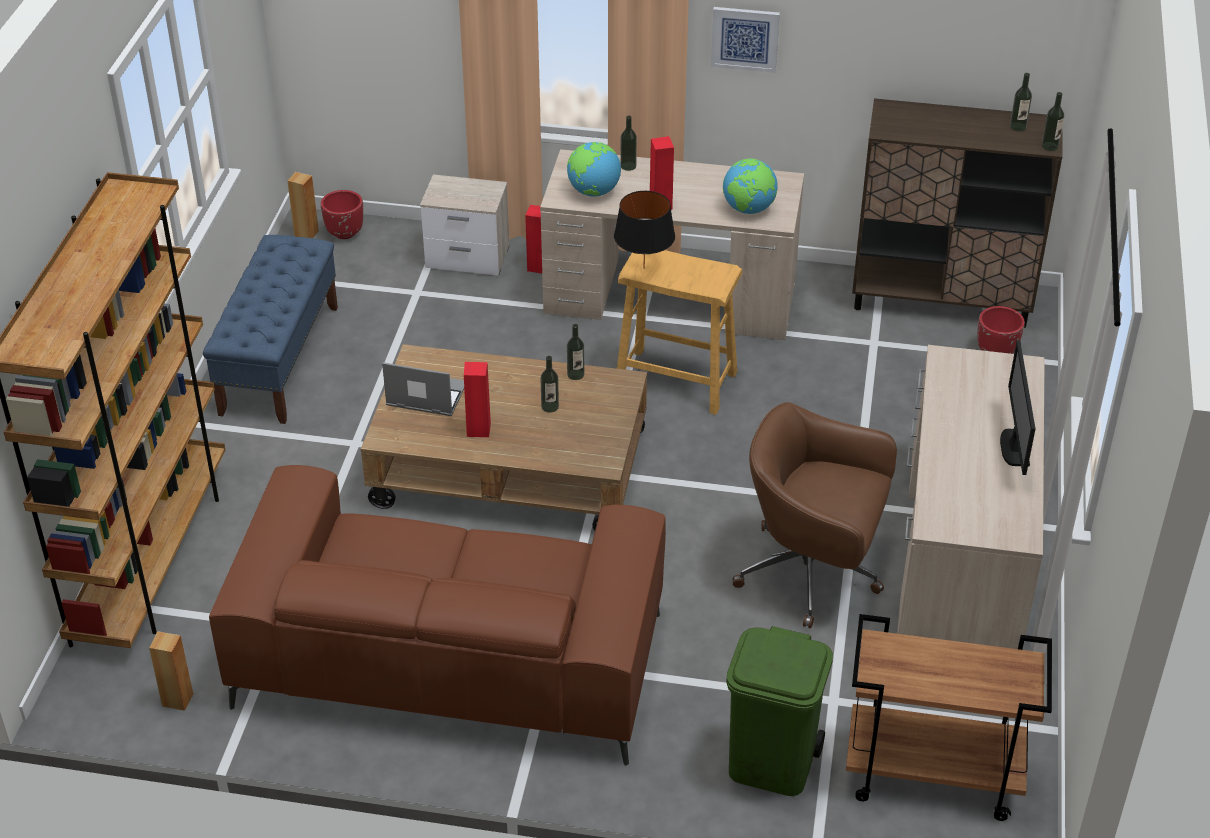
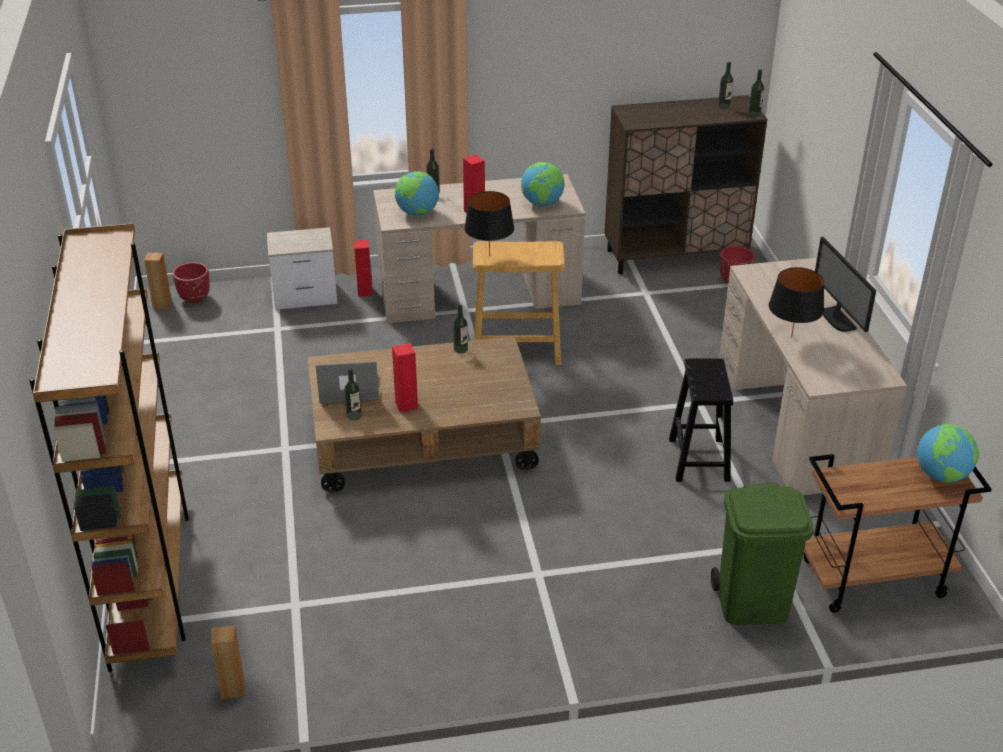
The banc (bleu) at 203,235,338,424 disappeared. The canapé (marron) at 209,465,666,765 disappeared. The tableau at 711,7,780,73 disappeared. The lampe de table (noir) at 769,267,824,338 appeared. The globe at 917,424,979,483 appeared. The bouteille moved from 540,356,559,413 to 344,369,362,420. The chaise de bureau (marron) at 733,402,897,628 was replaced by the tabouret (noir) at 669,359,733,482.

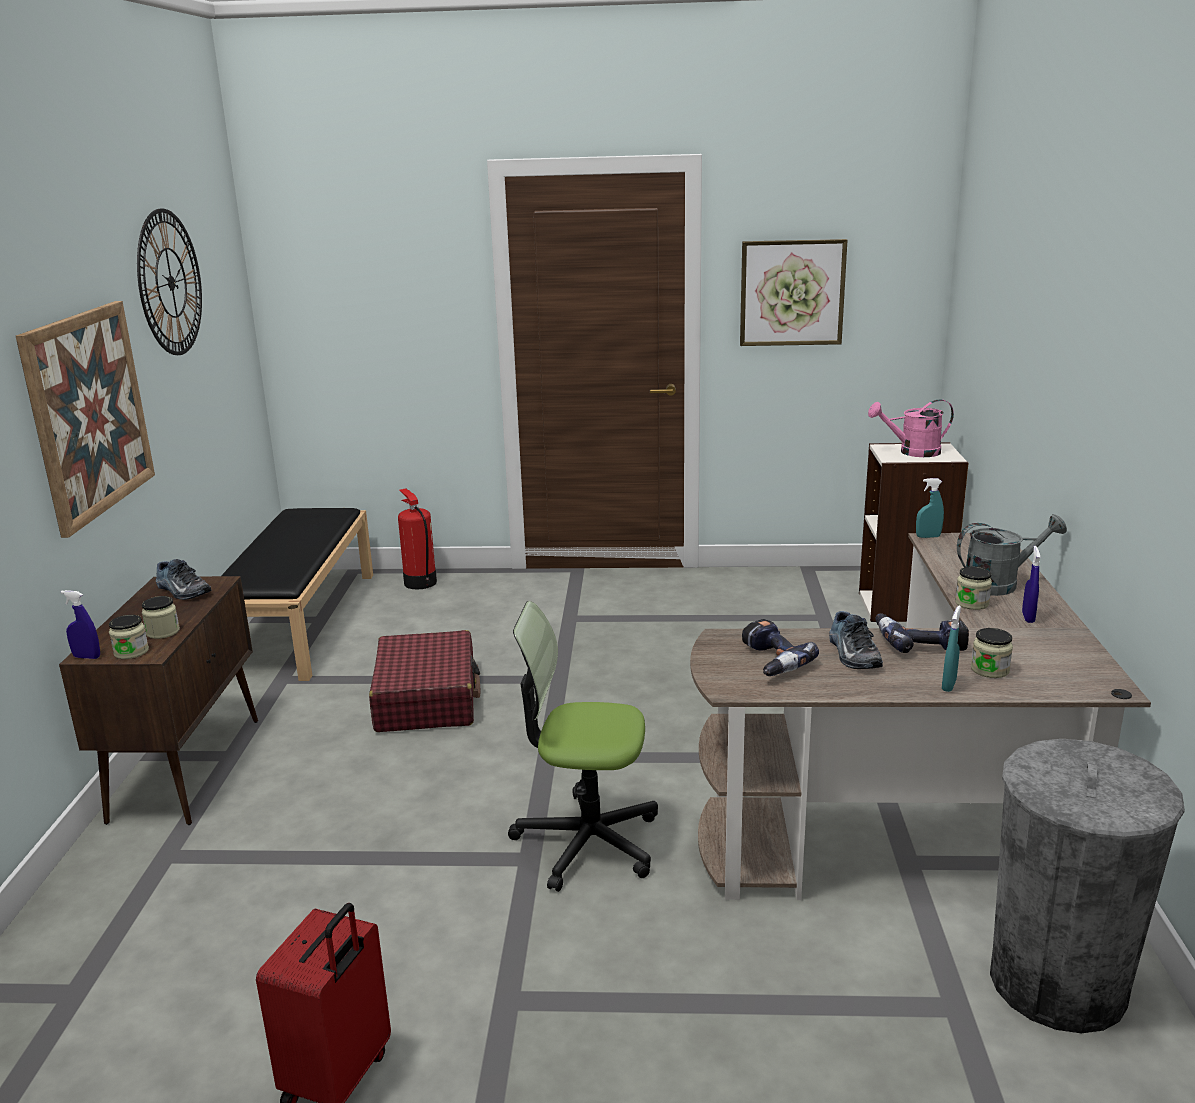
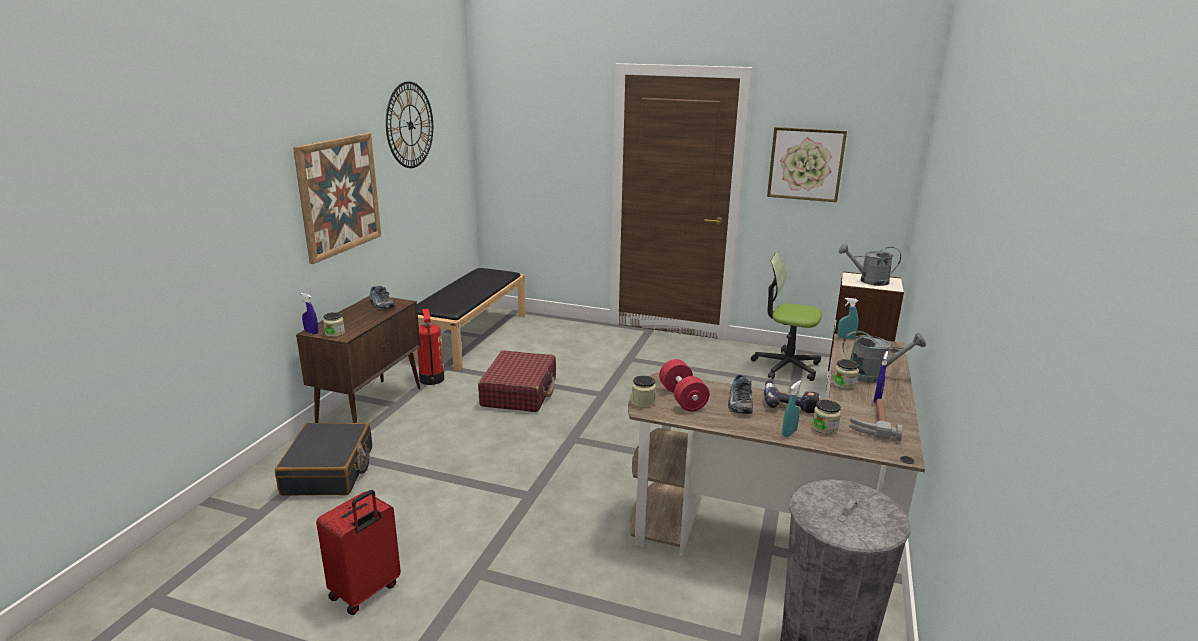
The valise (noir) at 275,422,372,495 appeared. The marteau at 849,399,903,441 appeared. The bocal moved from 142,596,180,639 to 631,375,656,408. The extincteur moved from 398,488,437,589 to 417,309,444,385. The chaise de bureau moved from 508,601,658,892 to 751,253,822,381. The perceuse at 742,619,819,676 was replaced by the haltère (rouge) at 659,359,709,411. The arrosoir (rose) at 868,399,954,457 became the arrosoir (gris) at 839,244,901,286.

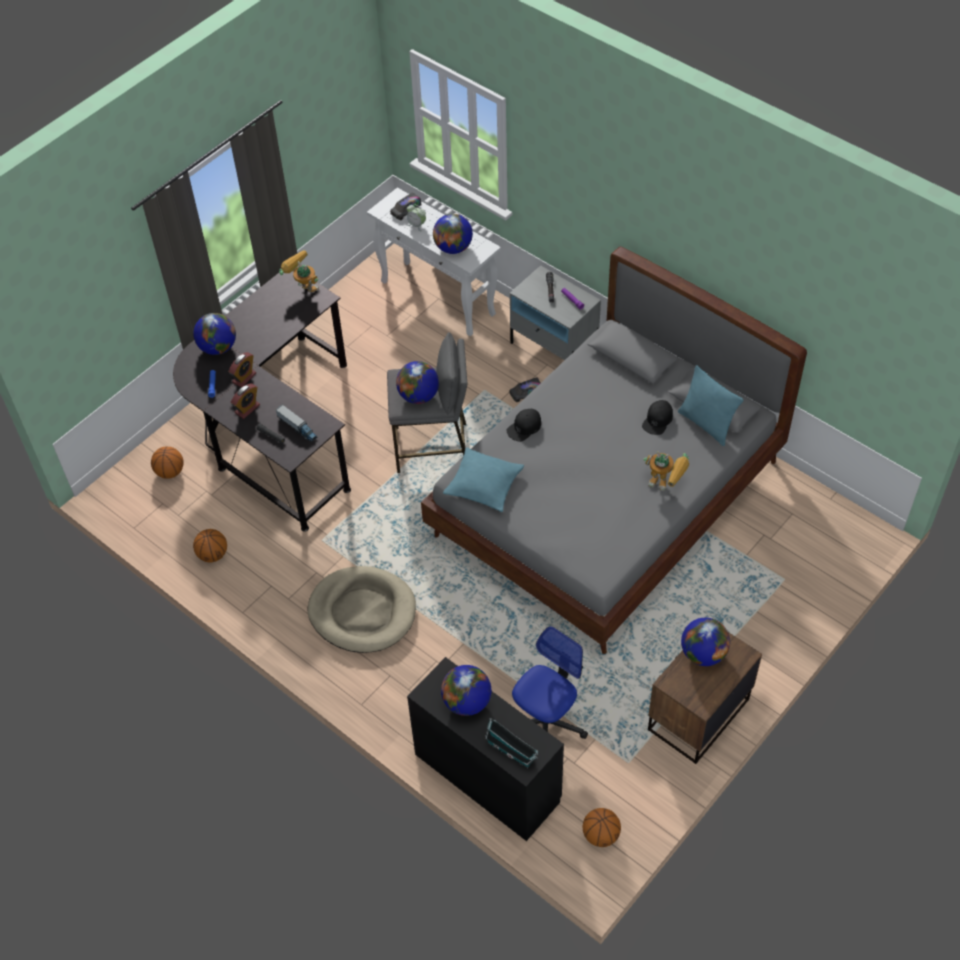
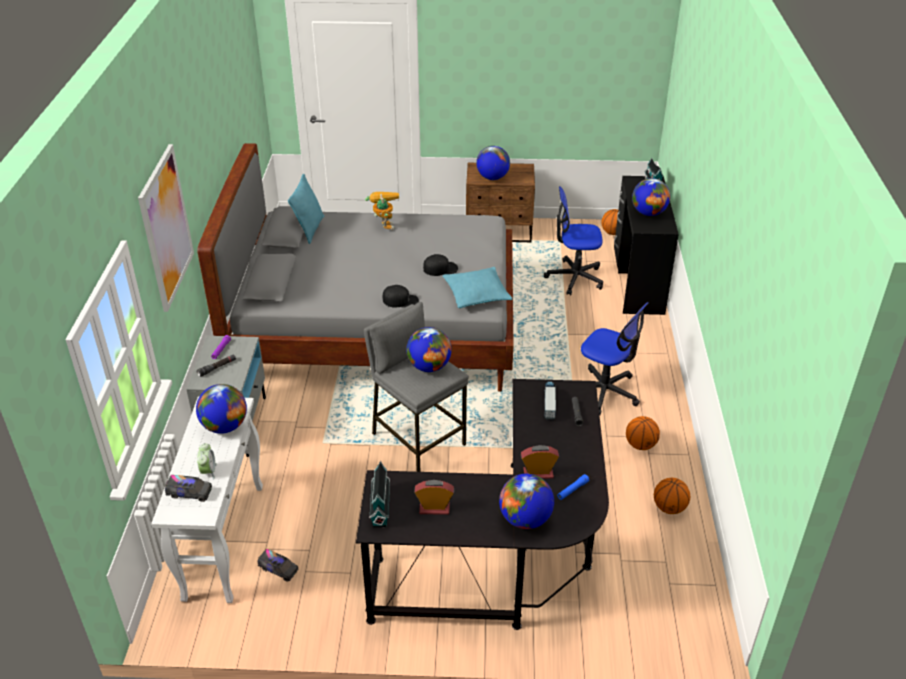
The tableau at 138,144,194,312 appeared. The ballon de basket moved from 151,446,184,479 to 626,416,660,450. The réveil moved from 231,383,260,419 to 414,480,454,515. The camion jouet moved from 509,377,541,402 to 258,549,298,582. The casquette (noir) moved from 642,400,673,435 to 423,254,458,276. The robot jouet at 279,250,319,292 was replaced by the maison miniature at 369,460,390,528. The panier pour chien (beige) at 307,566,416,653 was replaced by the chaise de bureau at 581,302,649,415.

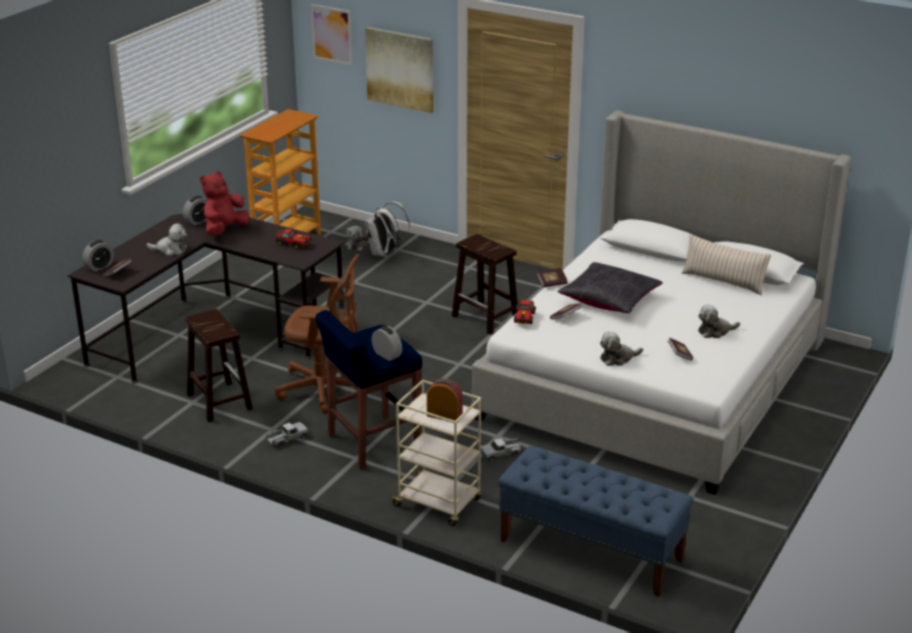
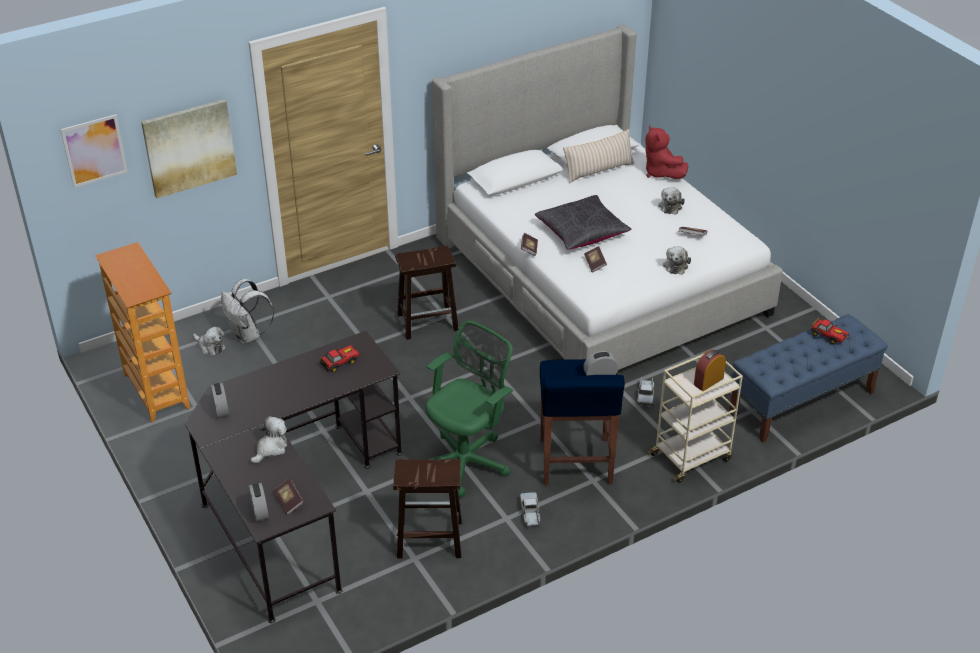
The peluche (rouge) moved from 200,171,250,236 to 645,125,688,179. The petite voiture moved from 514,300,536,324 to 811,318,849,344. The chaise de bureau (marron) at 275,254,360,414 became the chaise de bureau (vert) at 425,320,513,498.

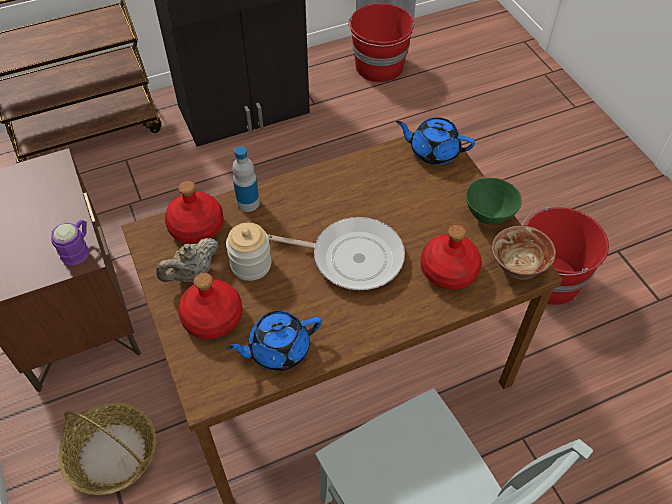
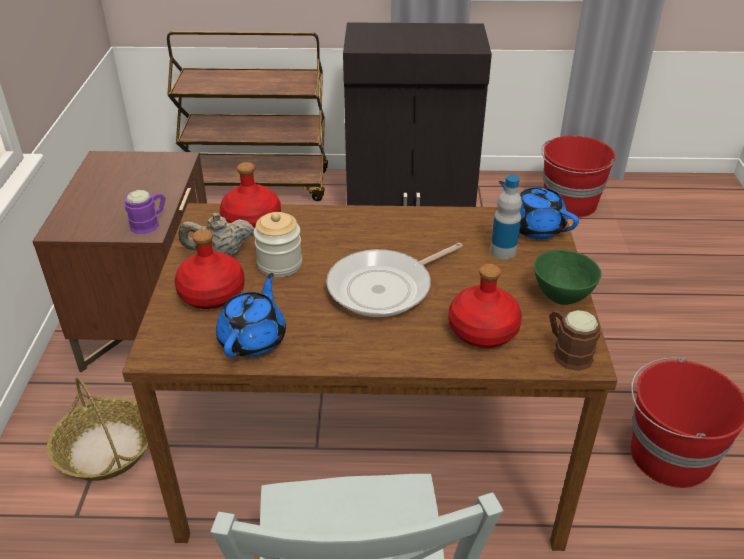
The bouteille moved from 232,146,260,212 to 490,175,522,260. The bol at 492,226,556,280 was replaced by the mug (marron) at 549,310,601,371. The théière (bleu) at 226,311,322,371 turned 105 degrees clockwise. The poêle at 268,217,405,290 turned 105 degrees clockwise.

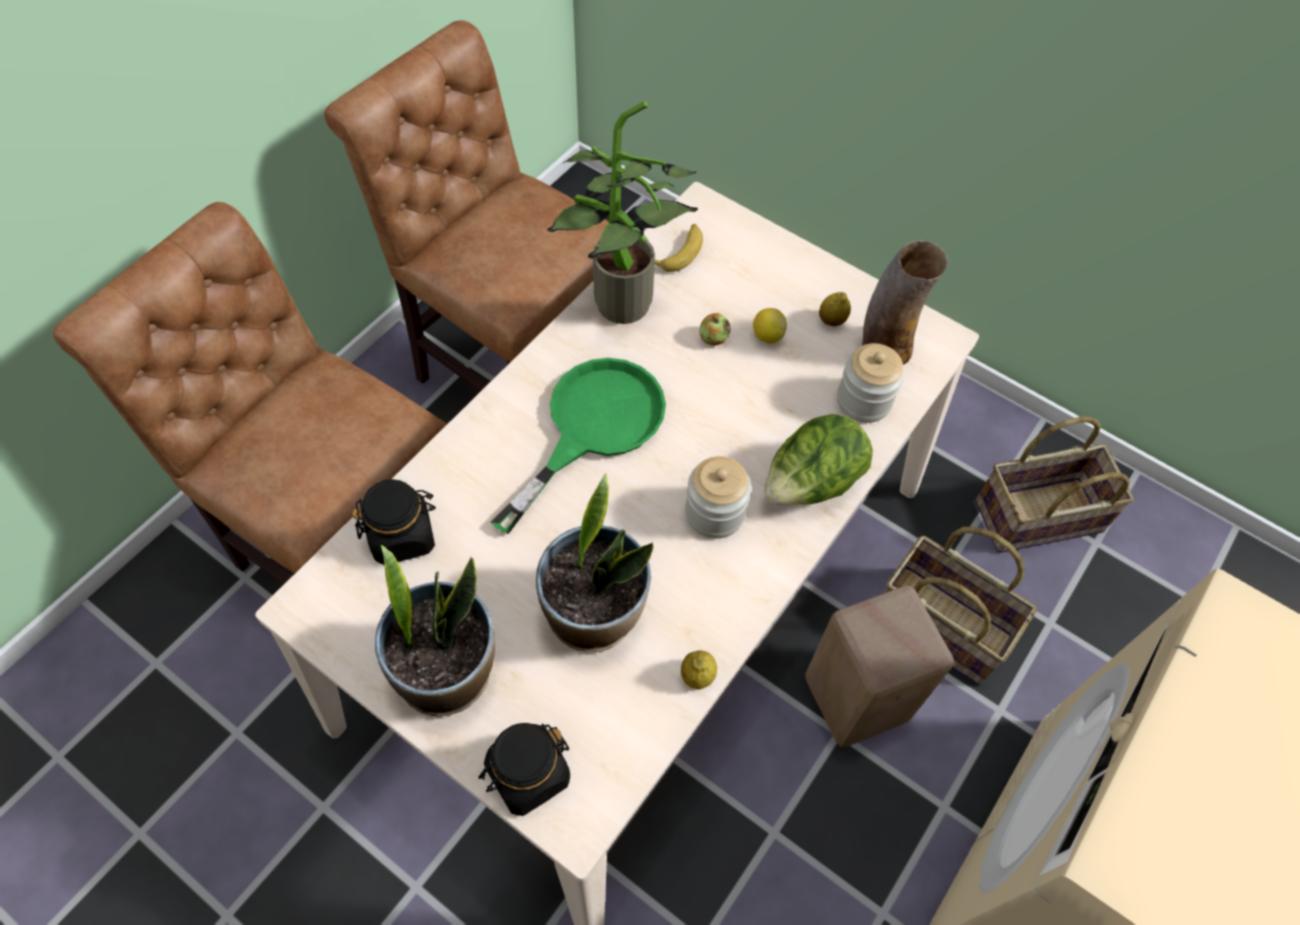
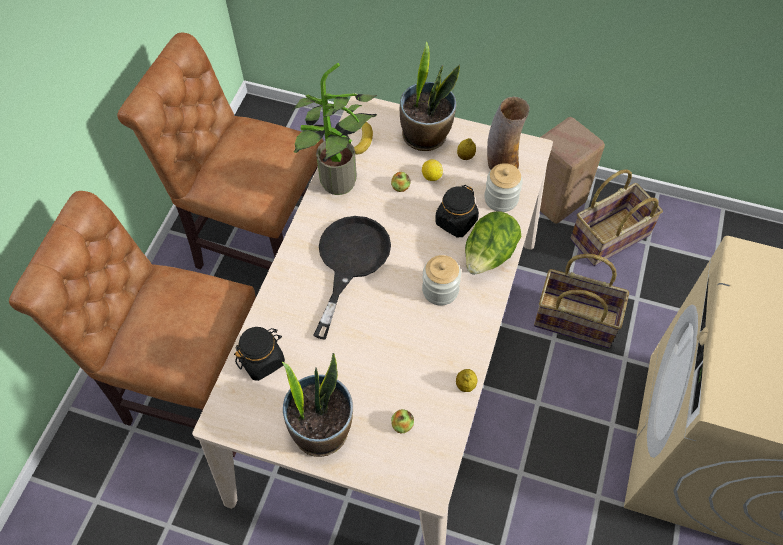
The pomme at 391,409,414,433 appeared. The bocal (noir) moved from 478,723,570,816 to 435,185,479,238. The plante en pot moved from 536,473,653,652 to 400,41,460,151. The tabouret (beige) moved from 805,586,954,747 to 540,117,605,224. The poêle (vert) at 491,358,666,534 became the poêle (noir) at 313,216,391,340.

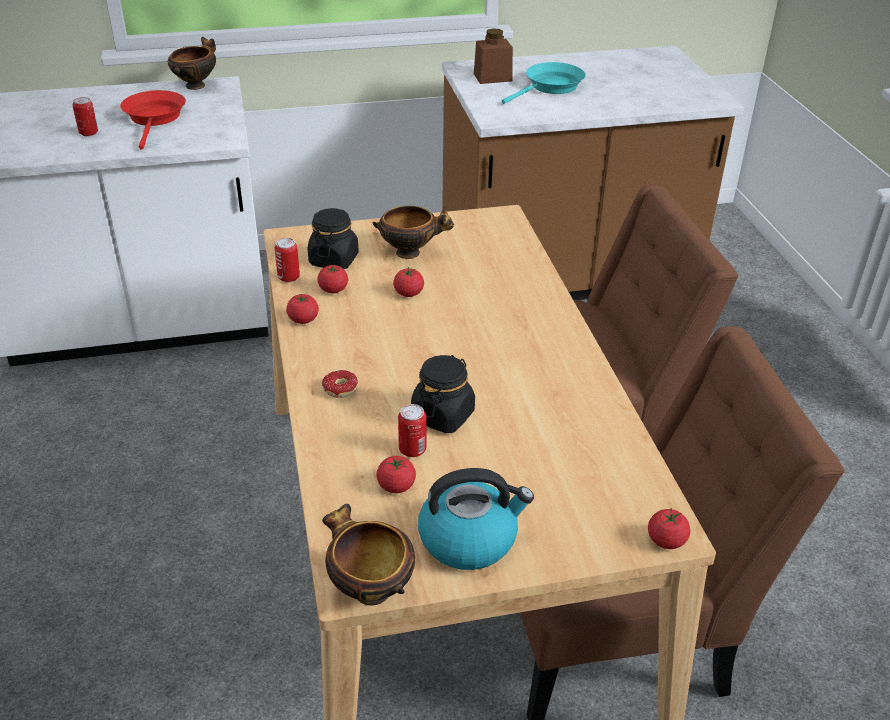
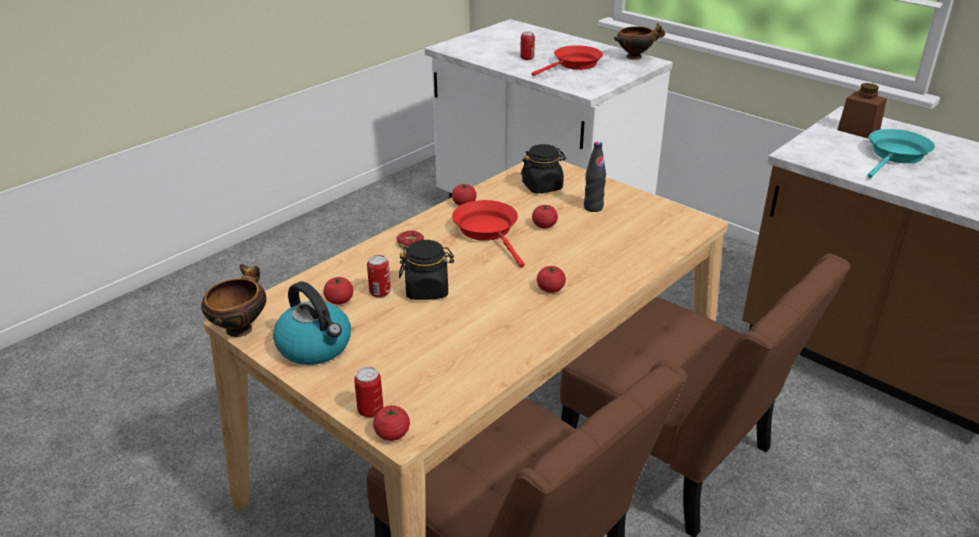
The poêle (rouge) at 452,200,524,267 appeared. The boîte métallique moved from 275,238,300,282 to 354,367,383,417. The tomate moved from 317,265,348,293 to 537,266,566,293. The bol at 373,206,454,259 was replaced by the bouteille (noir) at 584,142,606,212. The poêle (turquoise) at 502,62,586,104 turned 60 degrees counterclockwise.

